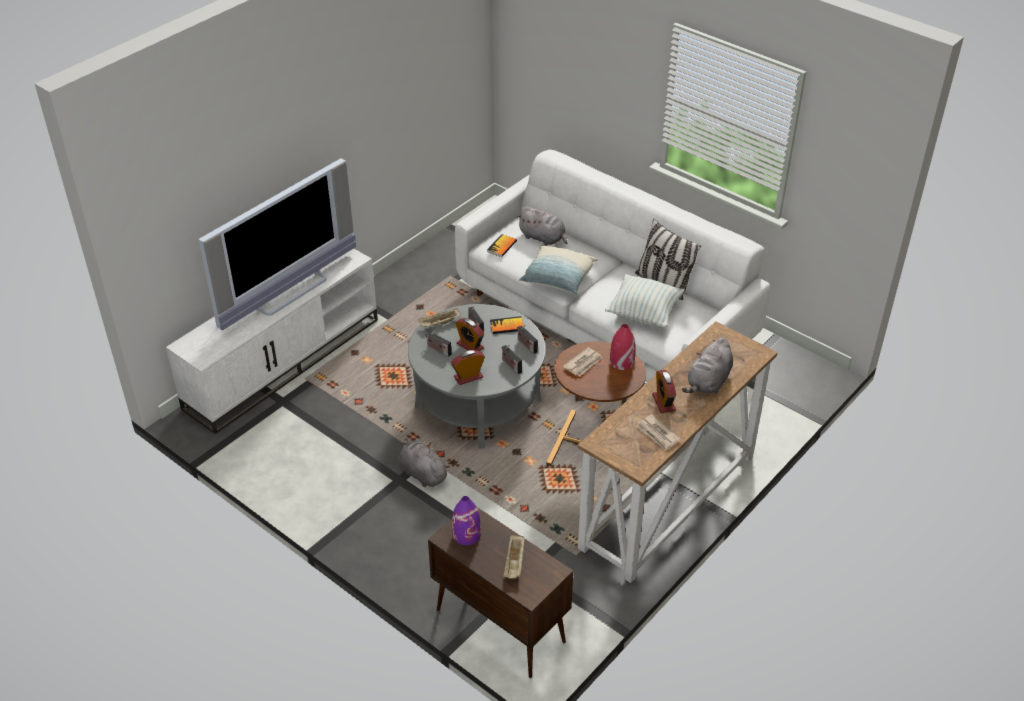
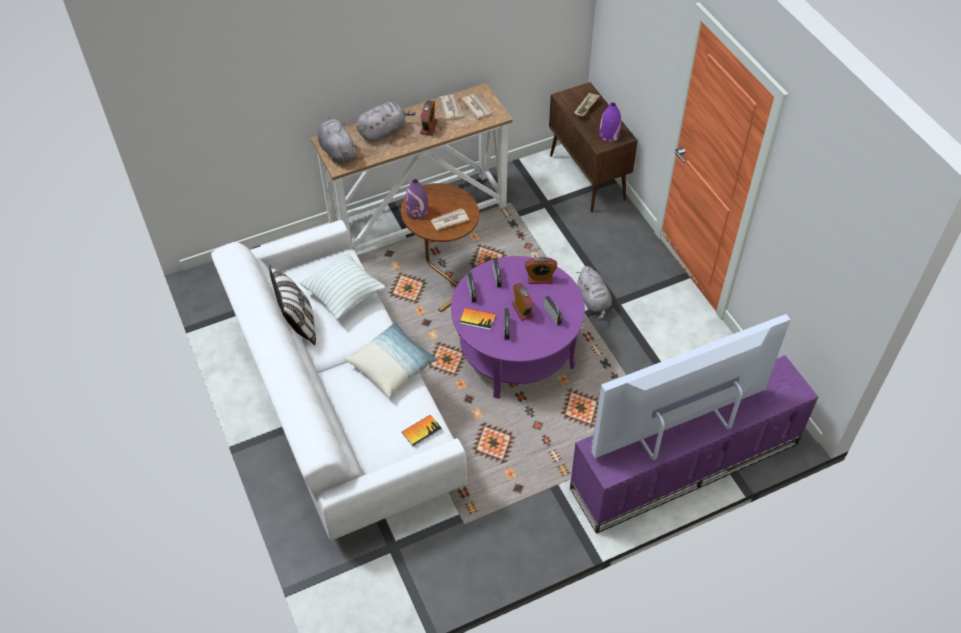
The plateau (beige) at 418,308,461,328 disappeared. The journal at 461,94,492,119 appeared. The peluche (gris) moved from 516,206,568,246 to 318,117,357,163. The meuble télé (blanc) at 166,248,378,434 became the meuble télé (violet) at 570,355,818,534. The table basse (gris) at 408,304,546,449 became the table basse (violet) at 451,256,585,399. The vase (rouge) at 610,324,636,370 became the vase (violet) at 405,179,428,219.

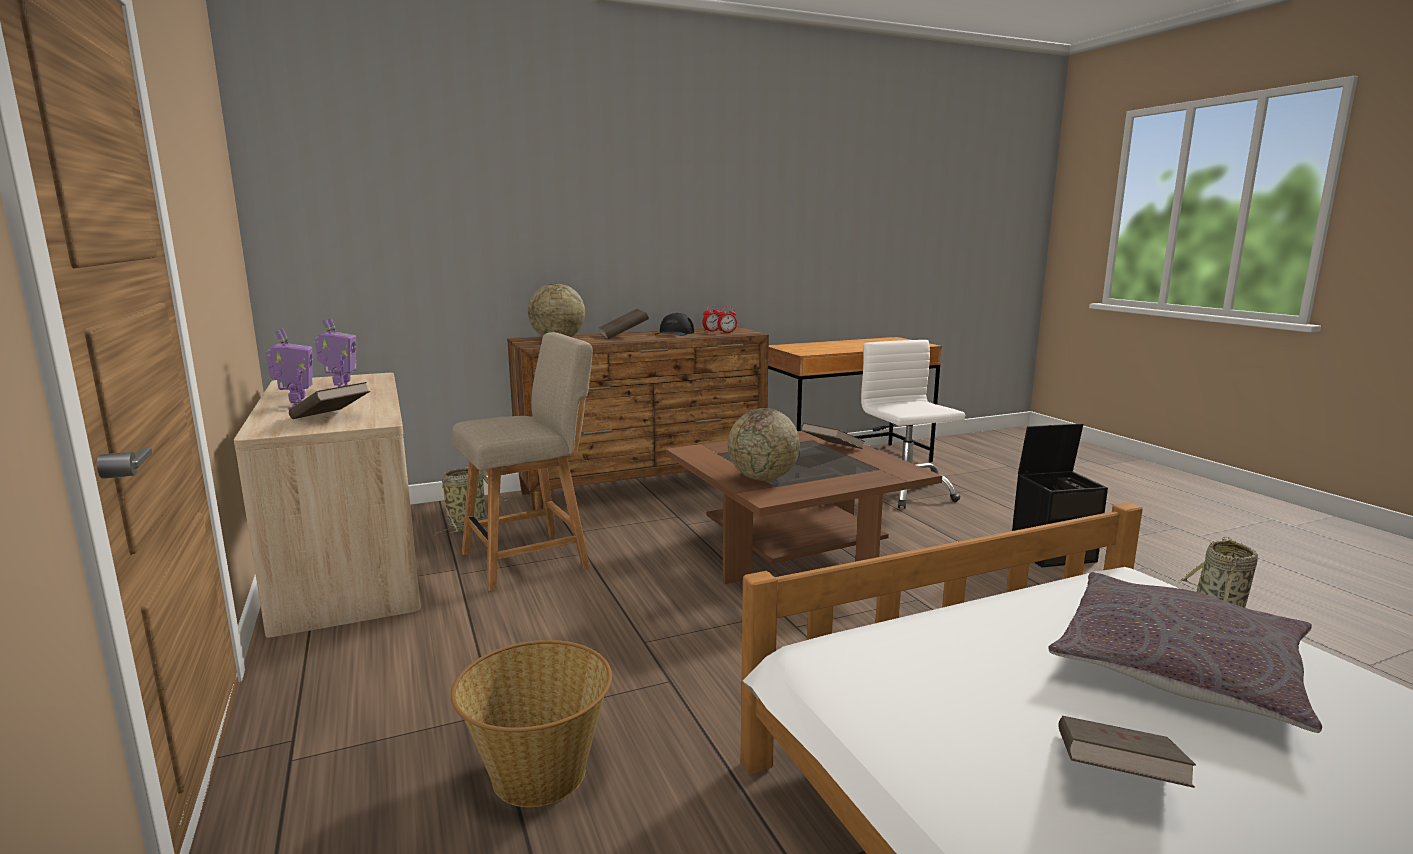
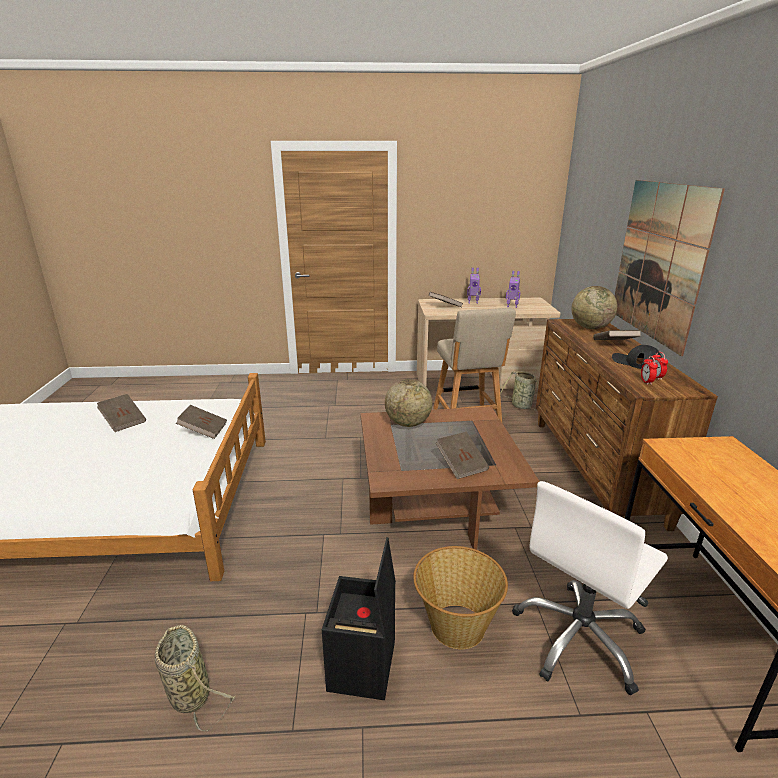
The coussin (gris) at 1048,572,1322,733 disappeared. The livre (marron) at 176,405,227,439 appeared. The tableau at 615,180,725,356 appeared. The panier moved from 451,640,612,807 to 413,546,508,649. The chaise de bureau (blanc) at 861,340,965,509 turned 135 degrees clockwise.

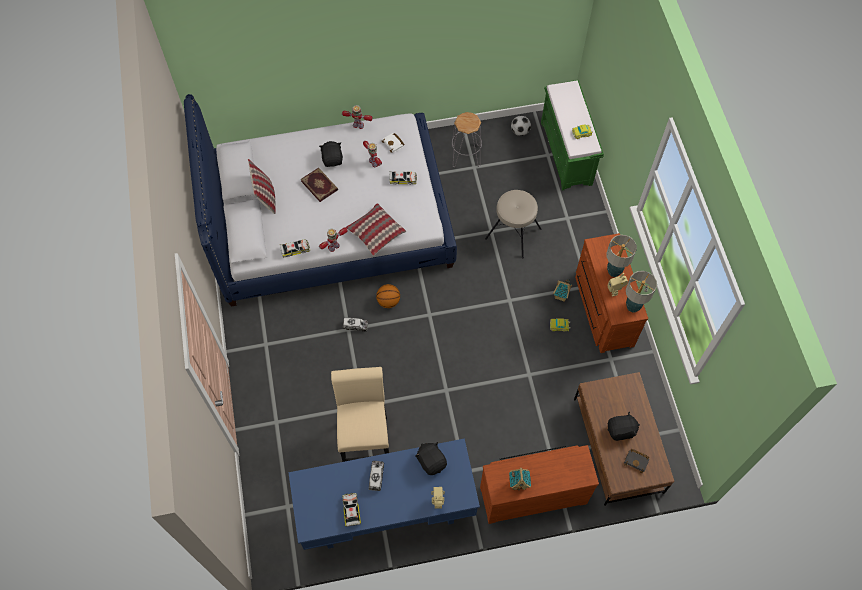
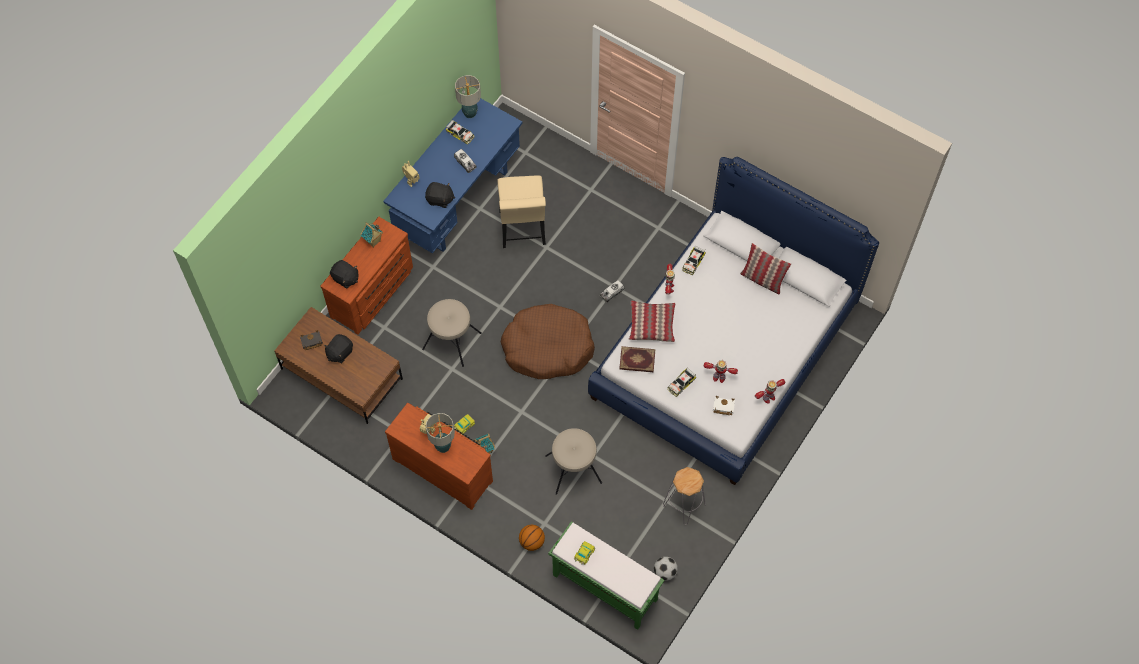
The tabouret (beige) at 422,299,482,367 appeared. The panier pour chien (marron) at 501,304,595,379 appeared. The livre moved from 301,168,338,202 to 619,346,655,372. The peluche (noir) moved from 319,141,343,167 to 330,260,358,289. The ballon de basket moved from 376,284,400,308 to 519,525,545,551. The lampe de table moved from 626,271,657,312 to 455,75,481,118. The chaise (beige) at 331,367,389,462 turned 45 degrees clockwise.

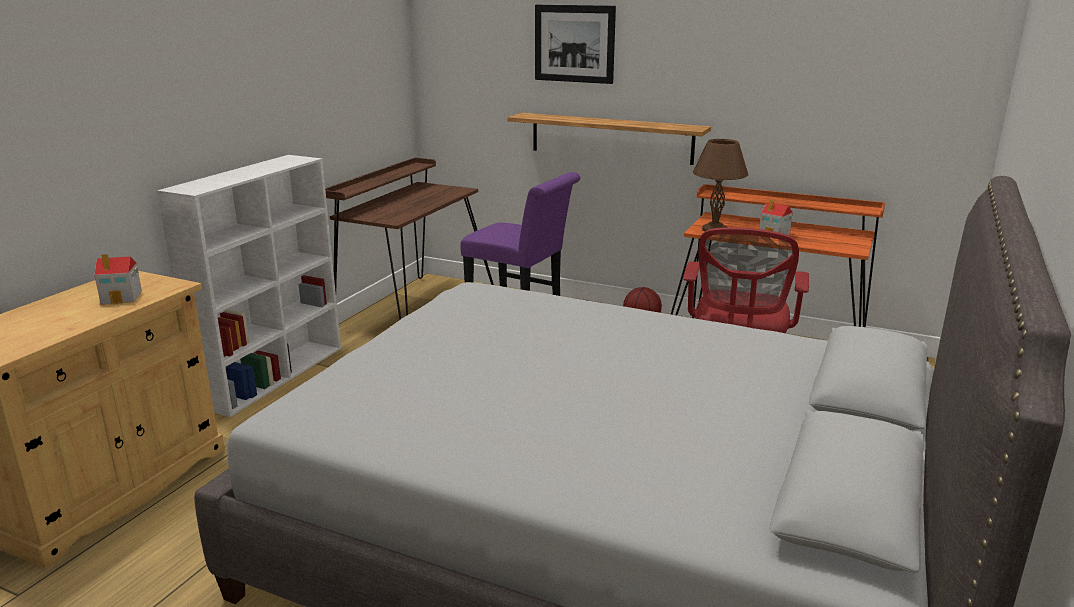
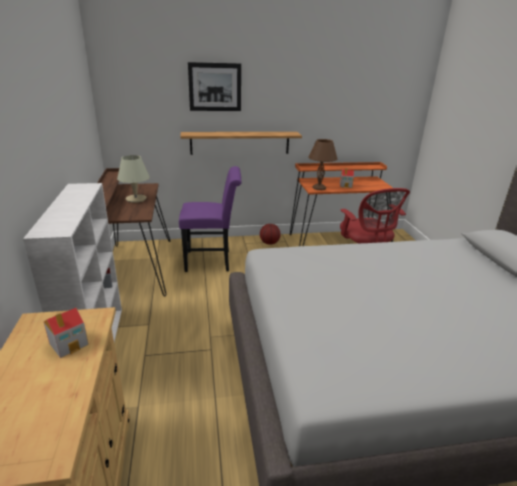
The lampe de table (beige) at 117,155,150,203 appeared.

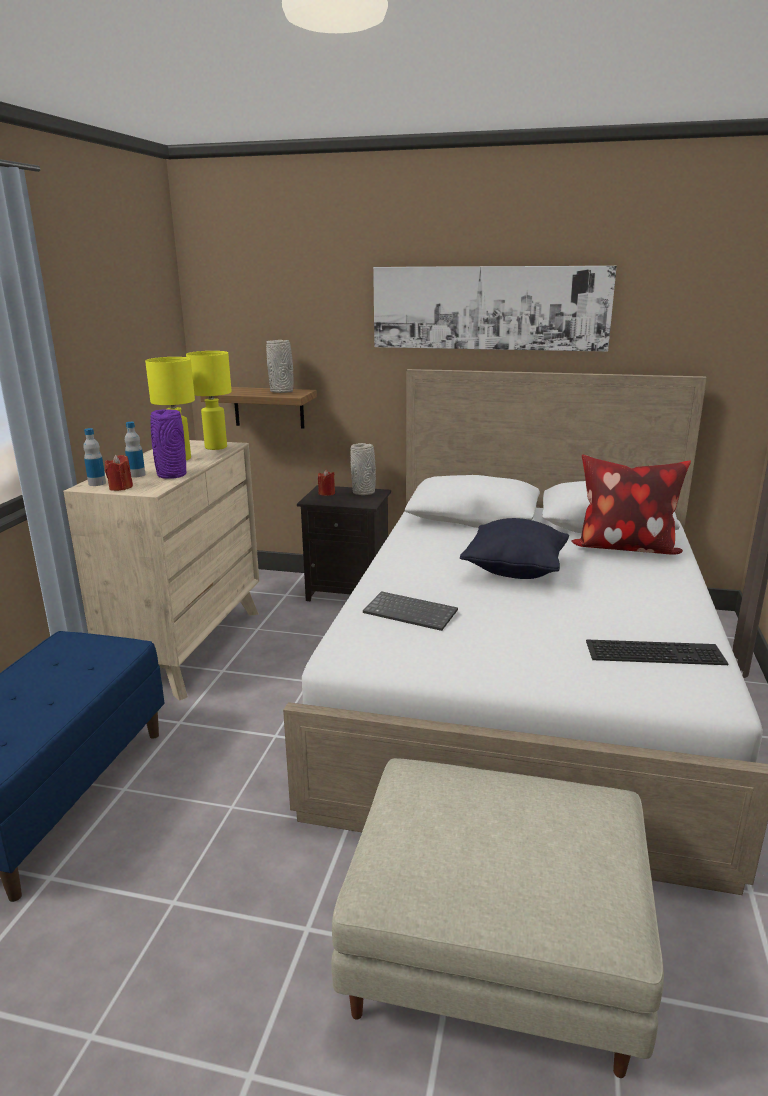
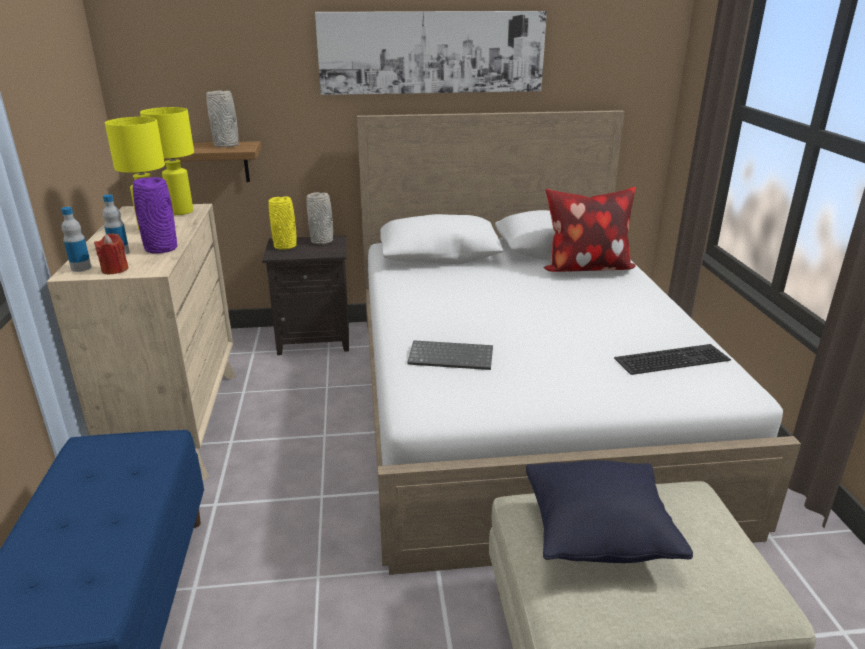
The coussin (noir) moved from 460,518,569,579 to 526,460,693,563. The bougie (rouge) at 318,470,335,496 was replaced by the vase (jaune) at 268,197,297,249.

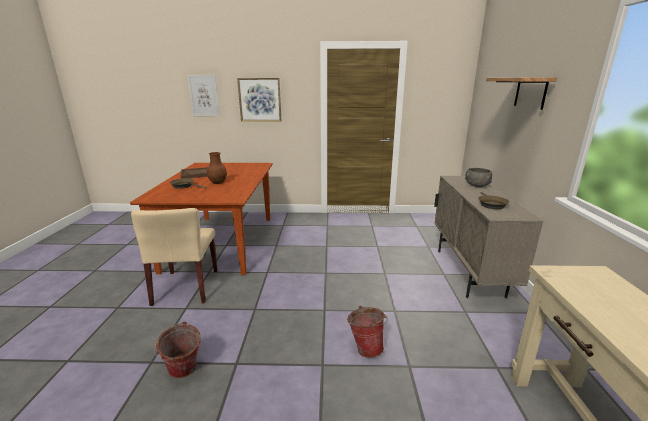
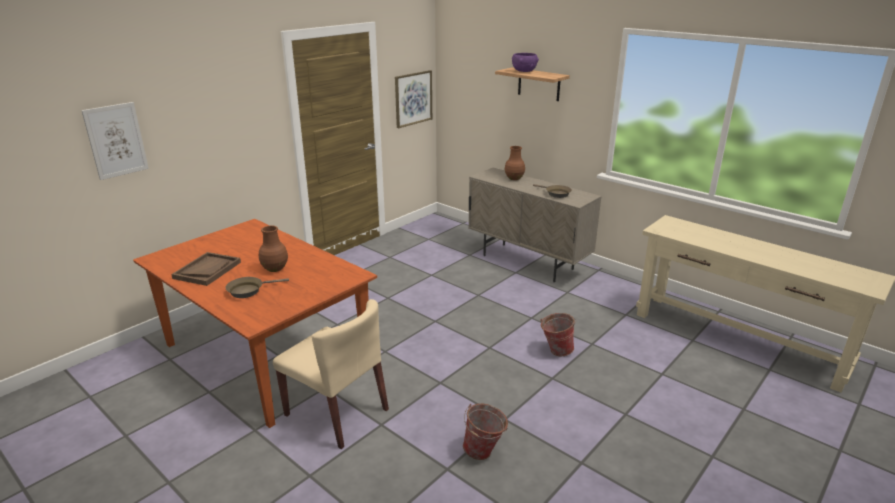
The bol (violet) at 512,53,539,72 appeared. The tableau moved from 237,78,281,122 to 395,70,432,128. The bol (gris) at 465,168,492,187 was replaced by the vase (marron) at 505,146,525,180.

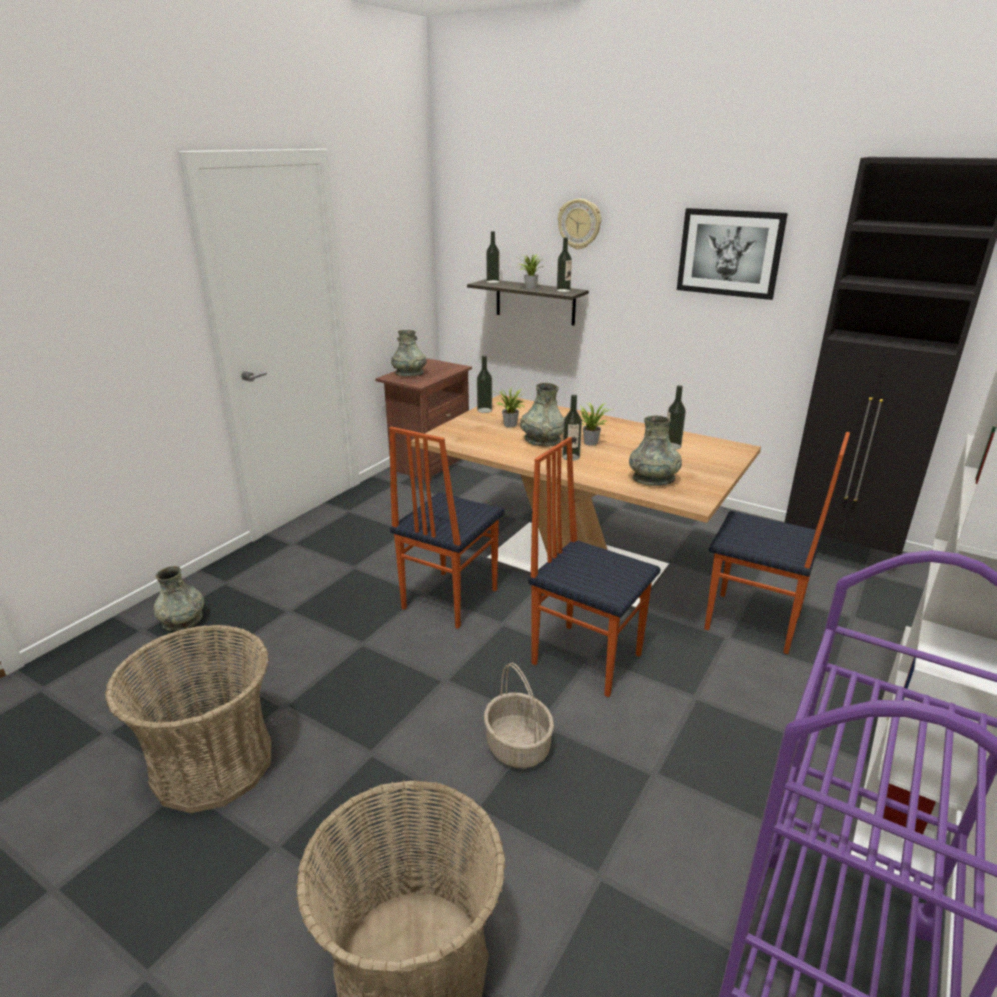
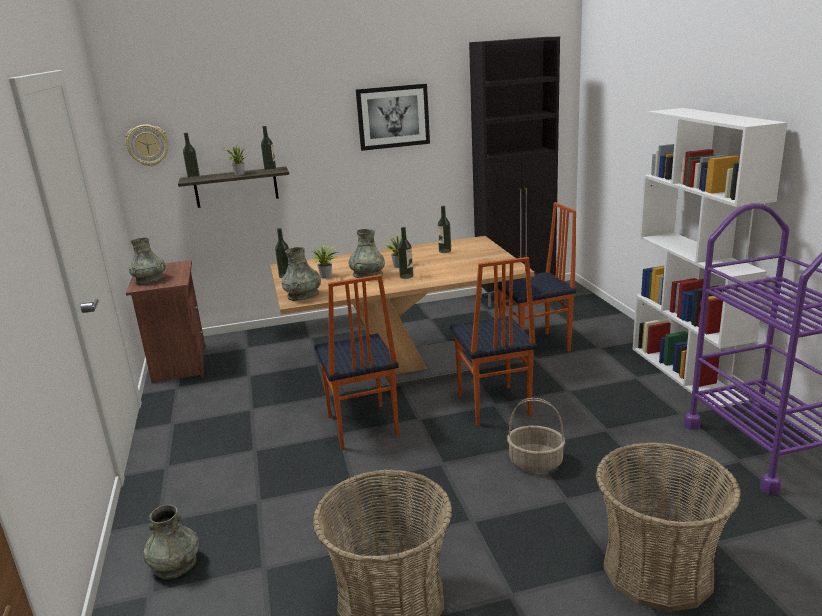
The horloge murale moved from 558,199,601,250 to 125,124,169,167. The vase (gris) moved from 629,416,682,486 to 282,247,321,301. The chaise at 528,437,661,697 turned 90 degrees counterclockwise.

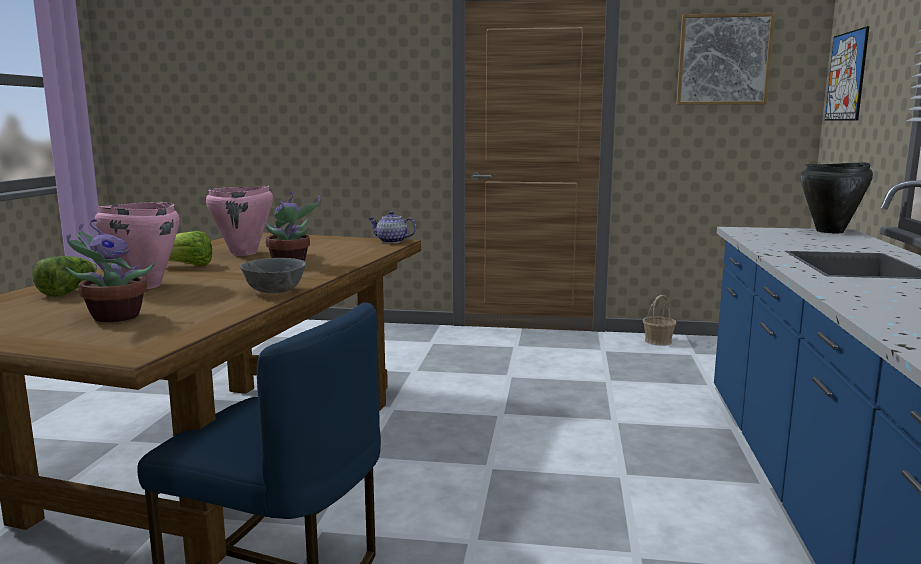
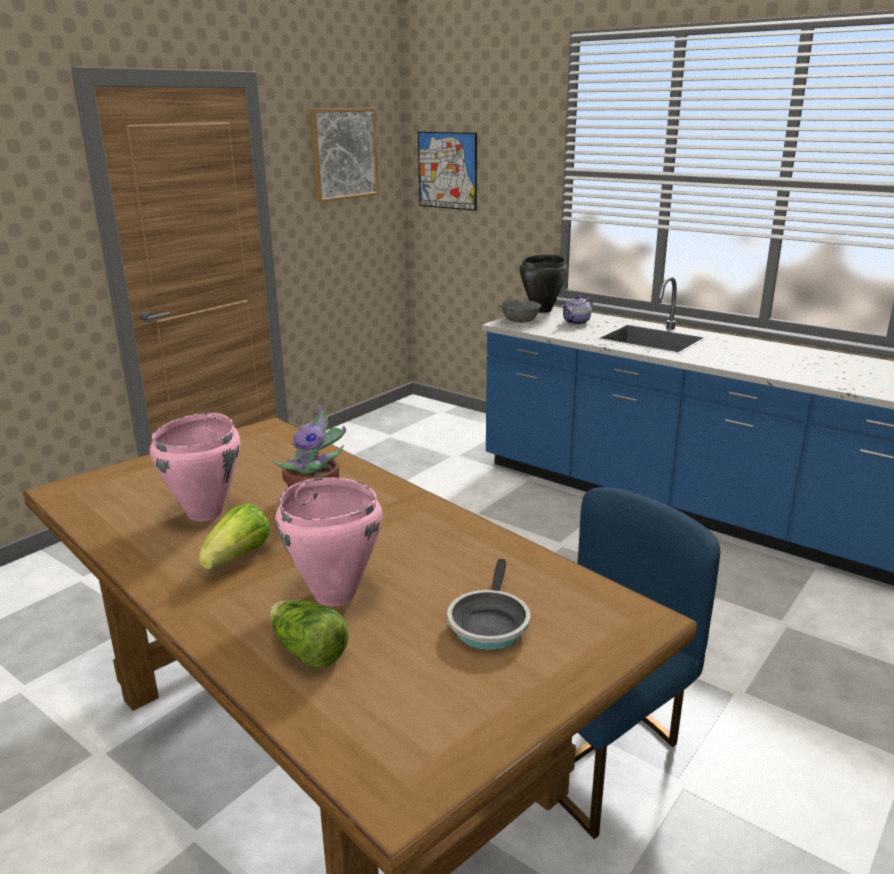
The panier at 643,295,676,346 disappeared. The bol (gris) moved from 240,258,306,293 to 500,300,542,323. The théière moved from 368,211,416,243 to 561,295,593,325. The plante en pot at 66,219,155,322 was replaced by the poêle at 447,559,530,650.

